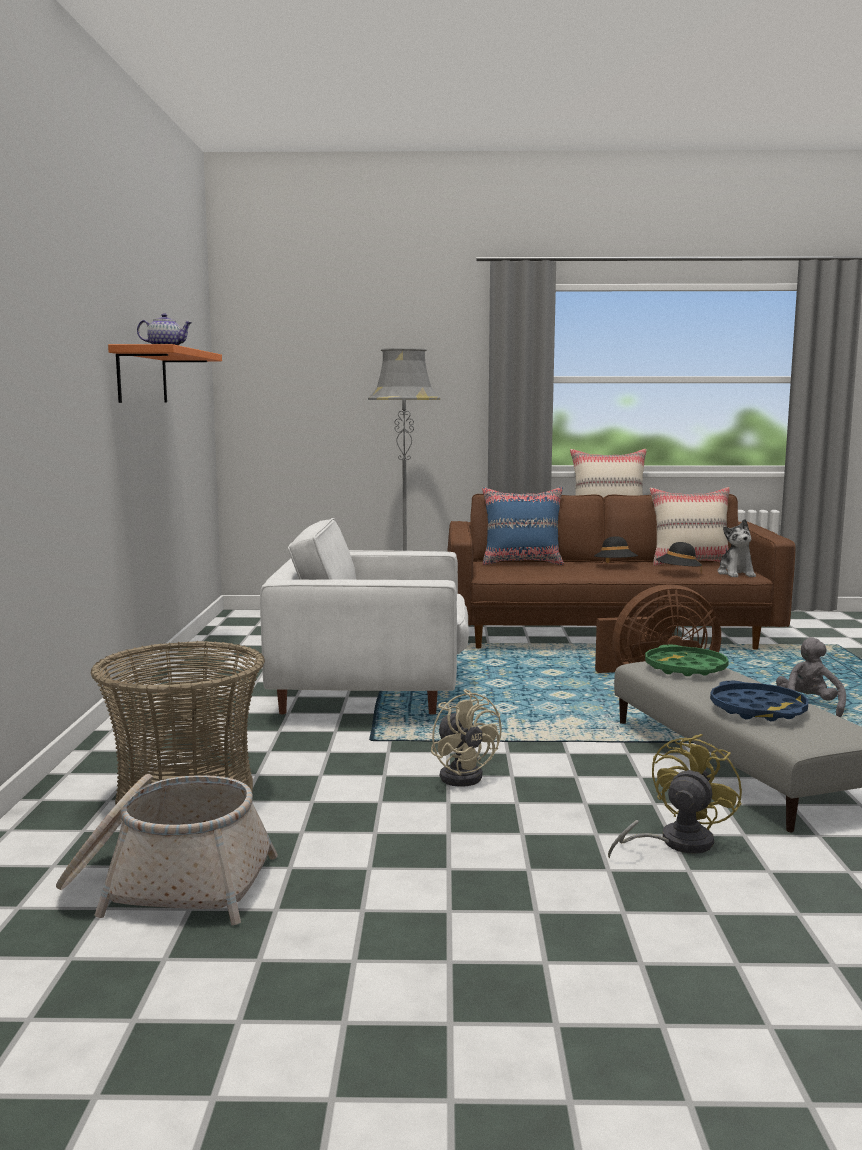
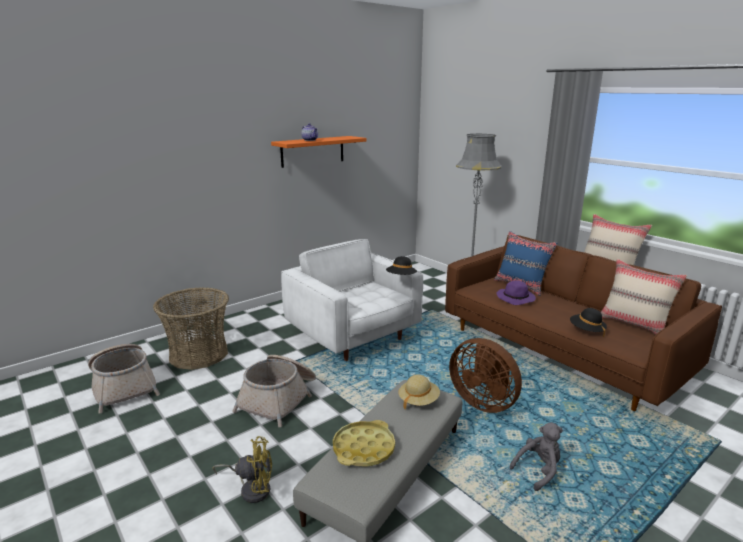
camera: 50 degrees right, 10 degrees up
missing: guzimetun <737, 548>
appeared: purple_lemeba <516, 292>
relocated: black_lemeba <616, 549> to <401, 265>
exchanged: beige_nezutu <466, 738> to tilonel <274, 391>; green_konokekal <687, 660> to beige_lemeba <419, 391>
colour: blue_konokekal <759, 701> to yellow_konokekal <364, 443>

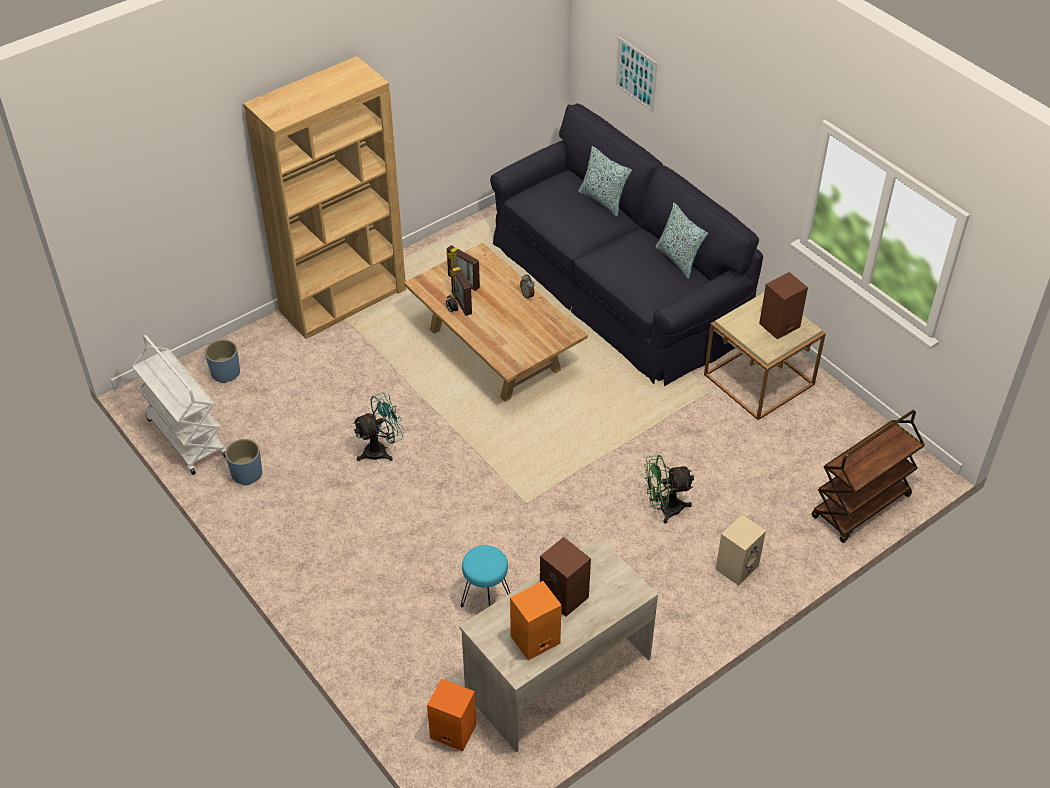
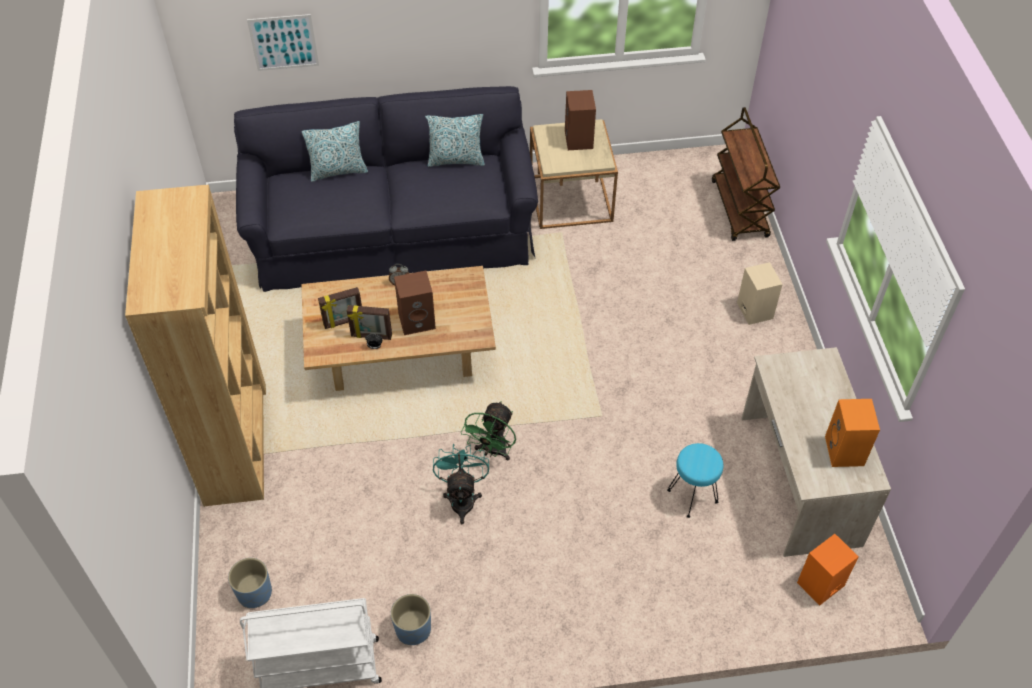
camera: 60 degrees left, 5 degrees up
relocated: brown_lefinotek <565, 577> to <415, 303>; green_nezutu <669, 489> to <488, 431>

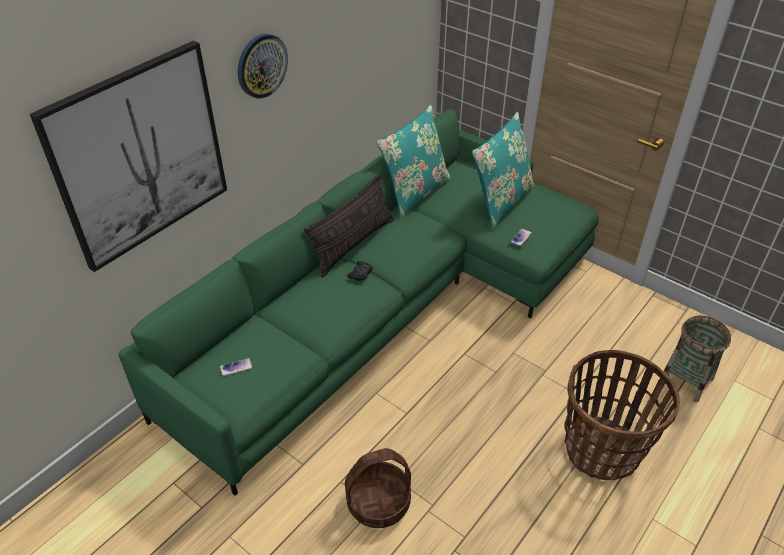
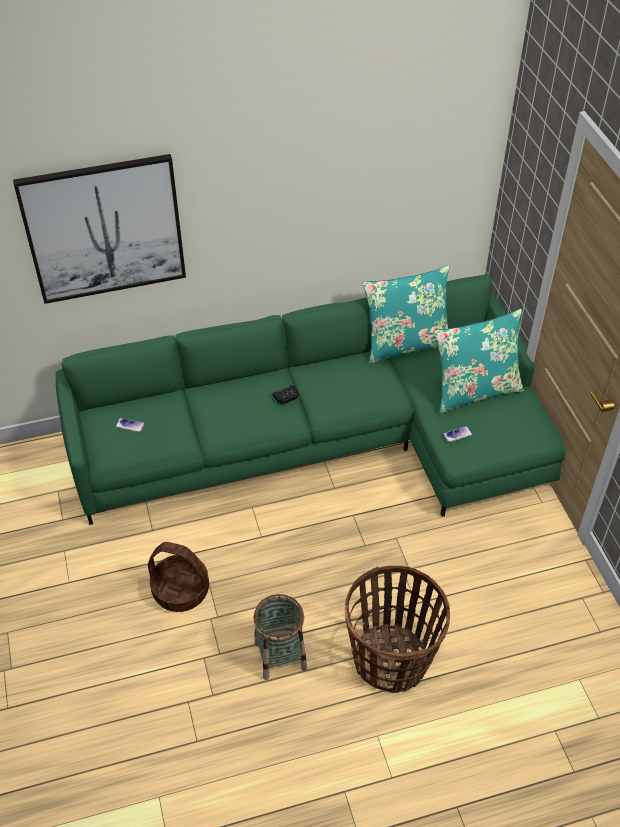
camera: 35 degrees right, 5 degrees up
missing: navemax <263, 66>; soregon <349, 225>
relocated: tilonel <697, 359> to <280, 637>

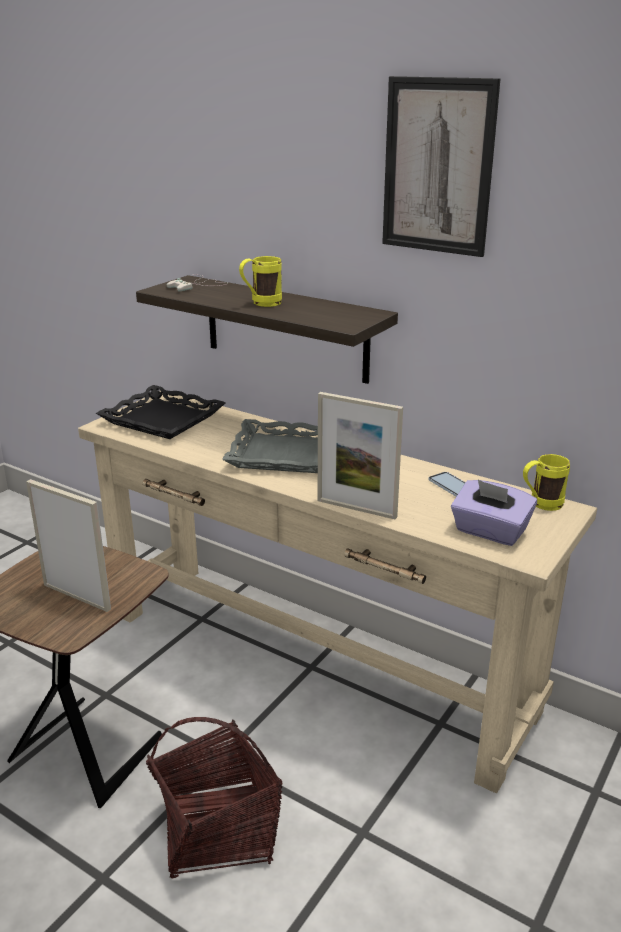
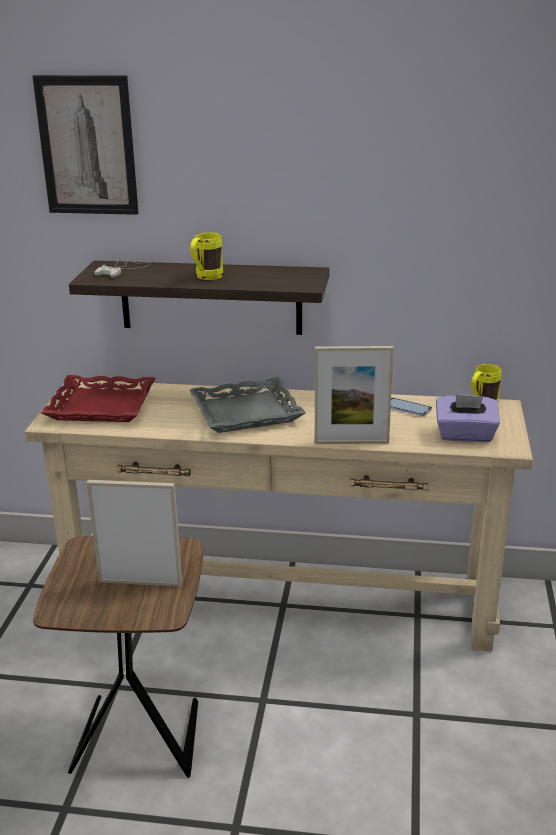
camera: 25 degrees left, 0 degrees up
missing: tilonel <214, 798>
relocated: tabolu <441, 166> to <85, 145>
colour: black_konokekal <160, 412> to red_konokekal <98, 398>

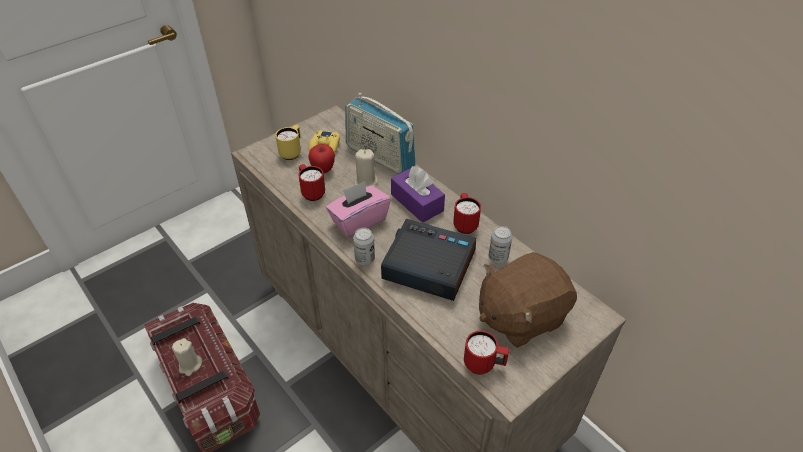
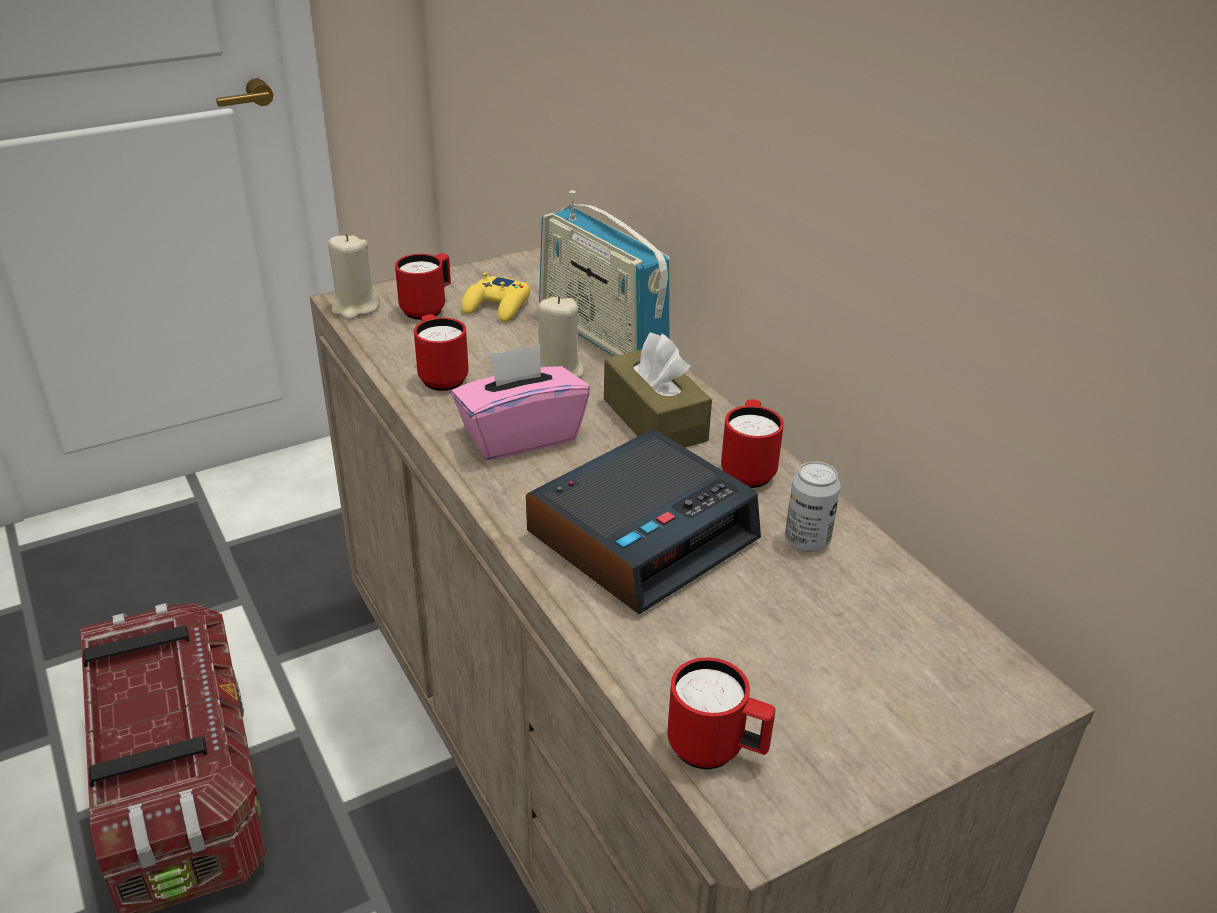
camera: 10 degrees right, 10 degrees down
missing: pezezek <321, 158>; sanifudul <364, 246>; brown_guzimetun <528, 300>
relocated: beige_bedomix <187, 357> to <354, 277>
colour: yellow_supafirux <288, 142> to red_supafirux <423, 286>; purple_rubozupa <418, 194> to brown_rubozupa <658, 390>
spun: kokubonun <428, 260> = <643, 522> 105 degrees clockwise

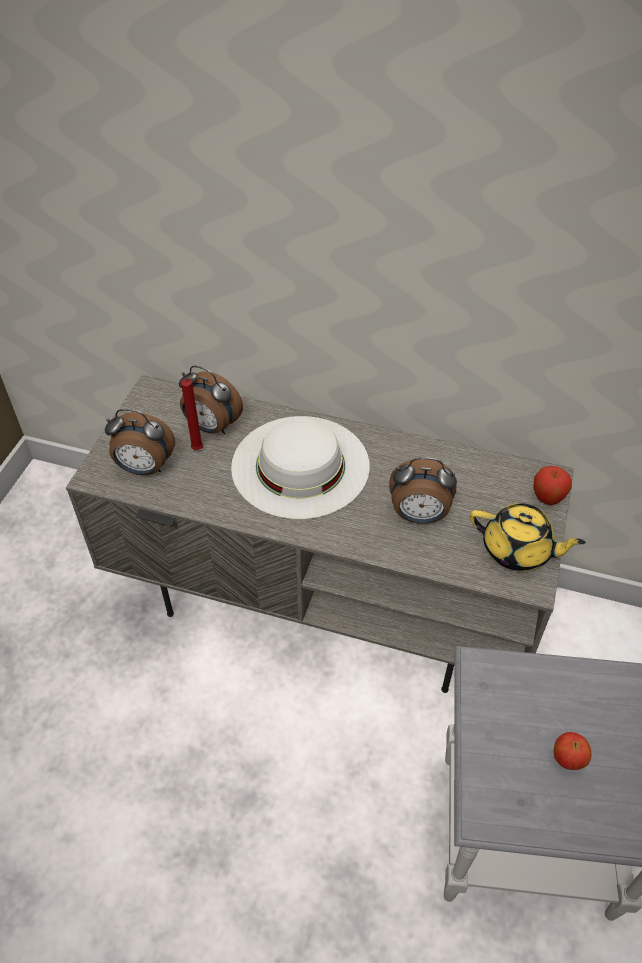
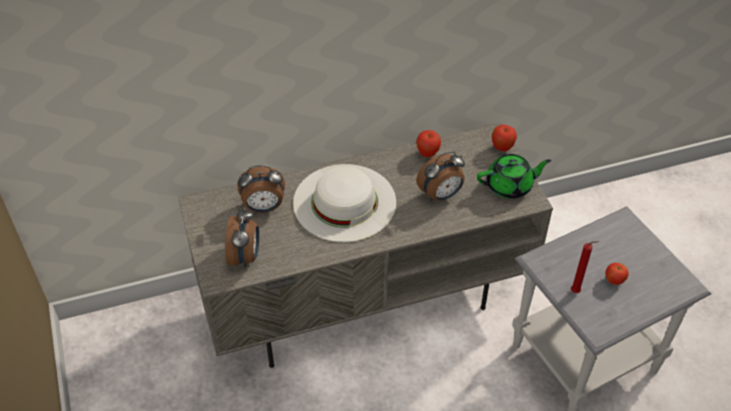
camera: 35 degrees left, 0 degrees up
appeared: pezezek <428, 143>
relocated: red_bedomix <192, 413> to <585, 267>
colour: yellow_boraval <528, 537> to green_boraval <514, 176>
spun: kokubonun <140, 442> = <242, 237> 60 degrees counterclockwise

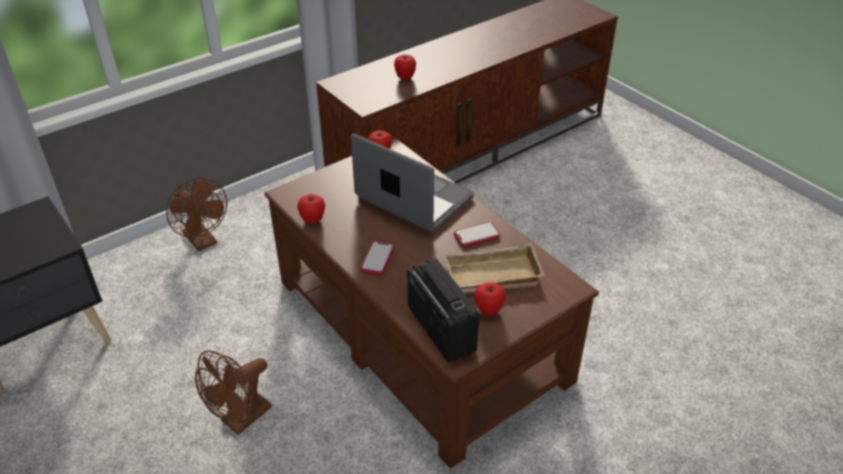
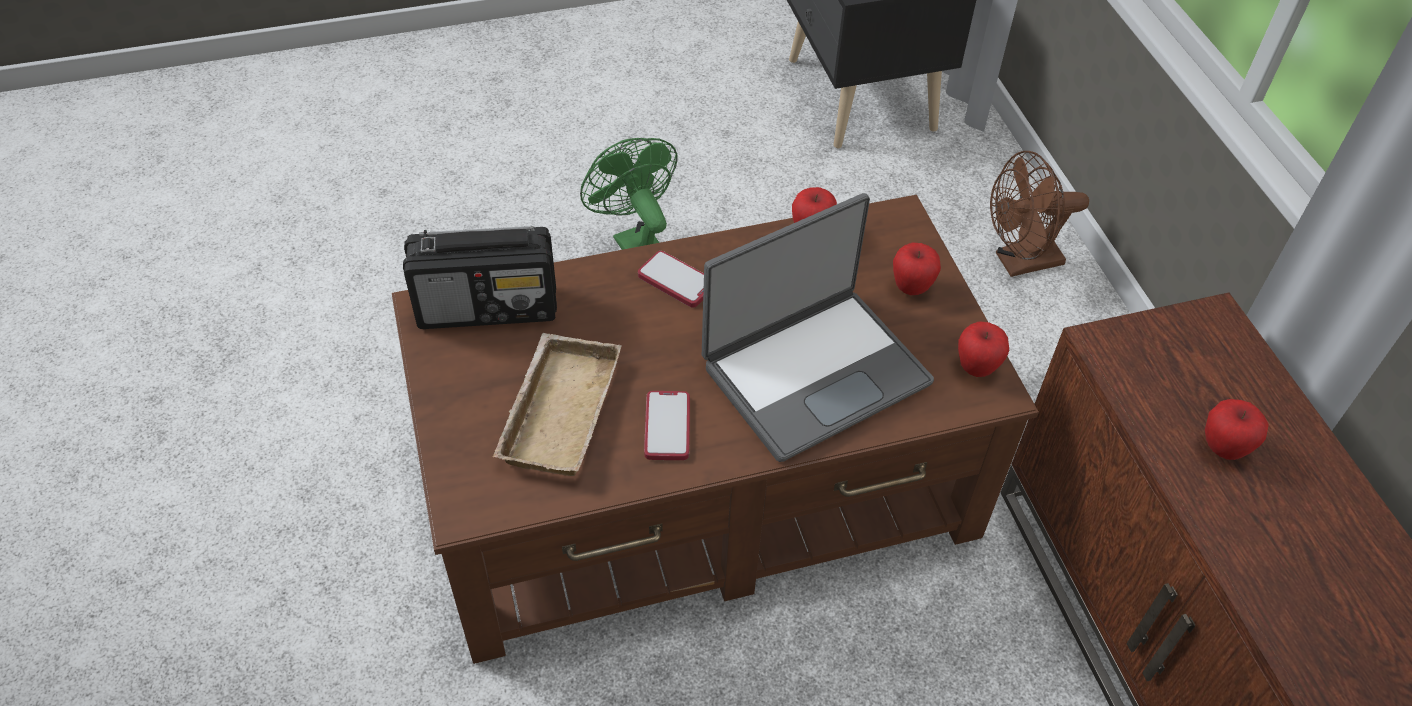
camera: 110 degrees right, 10 degrees up
relocated: pezezek <490, 298> to <917, 268>
colour: brown_nezutu <233, 392> to green_nezutu <629, 194>

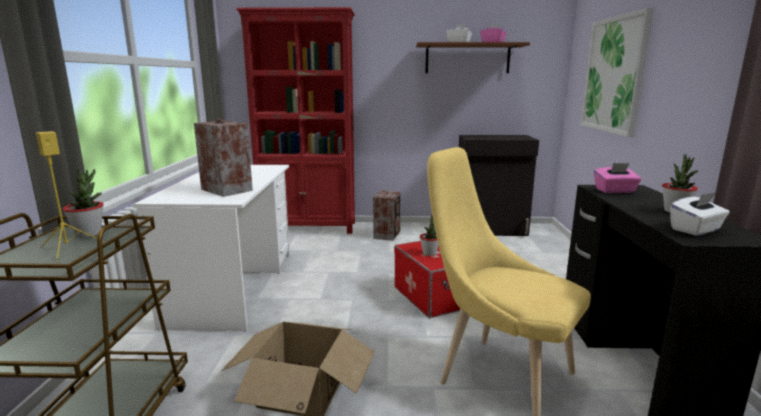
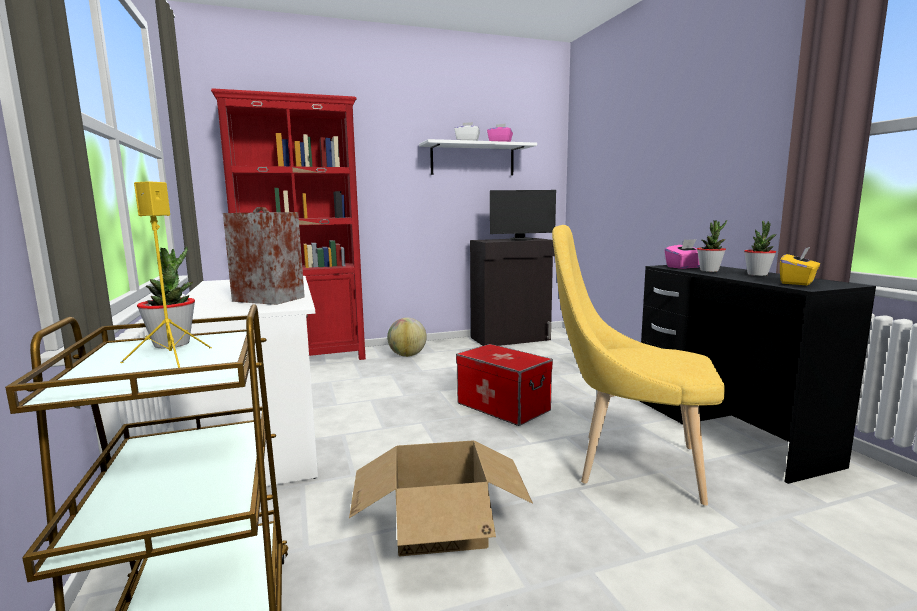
camera: 20 degrees left, 5 degrees down
missing: tabolu <617, 72>
appeared: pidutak <523, 215>
relocated: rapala <429, 235> to <712, 246>
exchanged: lefinotek <387, 215> to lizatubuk <407, 337>
colour: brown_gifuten <473, 57> to white_gifuten <478, 157>; white_rubozupa <700, 214> to yellow_rubozupa <800, 266>

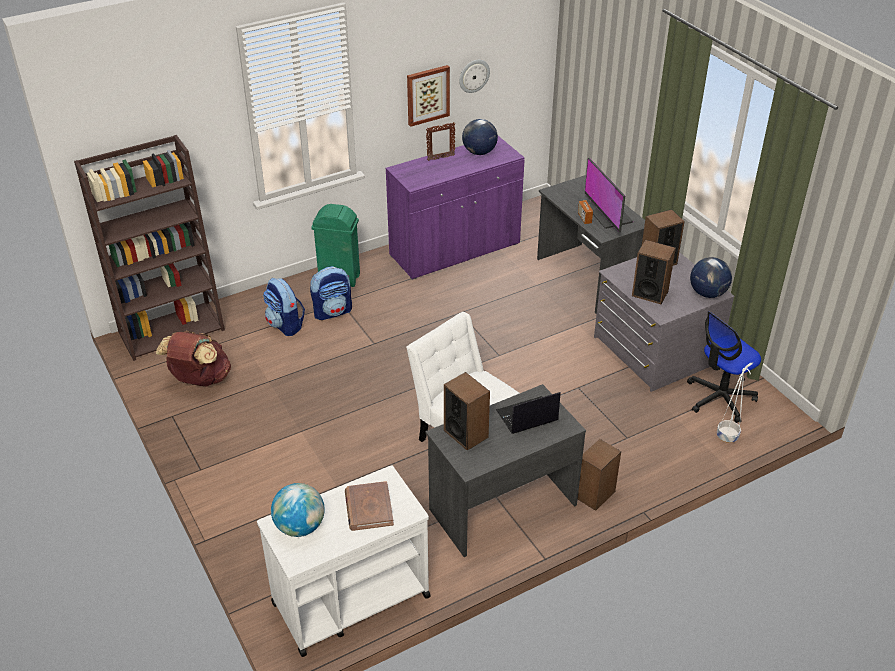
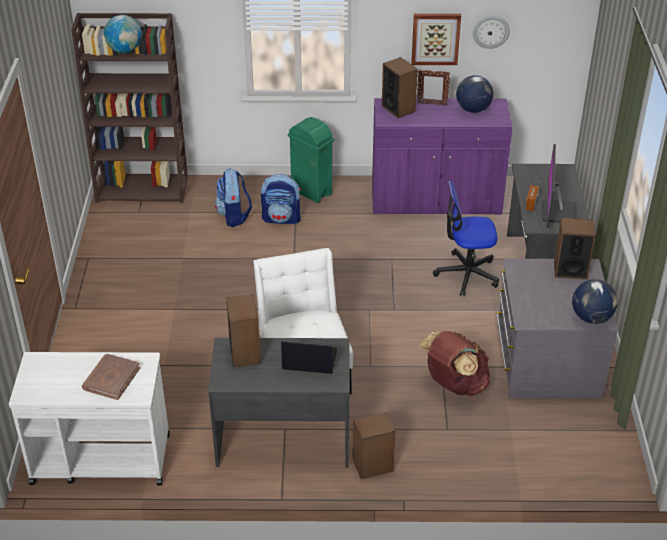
camera: 30 degrees right, 0 degrees up
missing: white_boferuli <735, 402>
relocated: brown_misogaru <193, 359> to <454, 363>; lizatubuk <298, 510> to <123, 34>; lefinotek <654, 272> to <400, 87>; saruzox <724, 367> to <466, 238>

